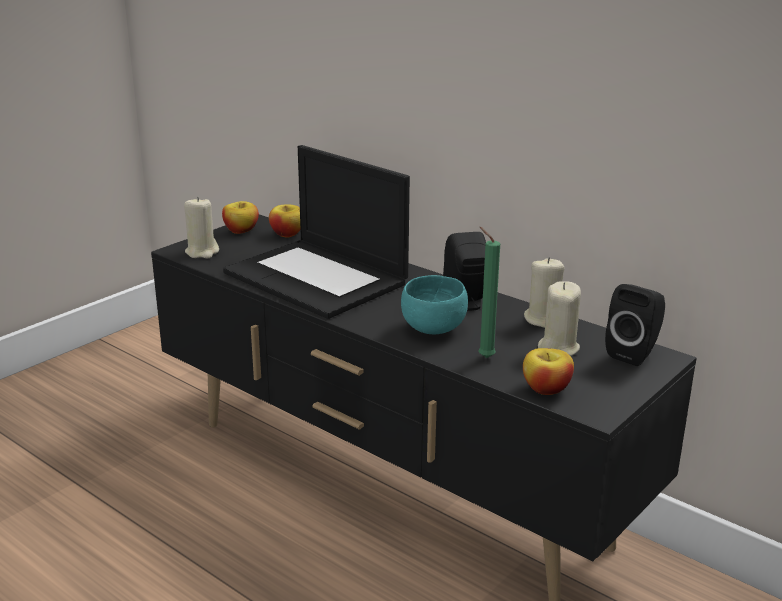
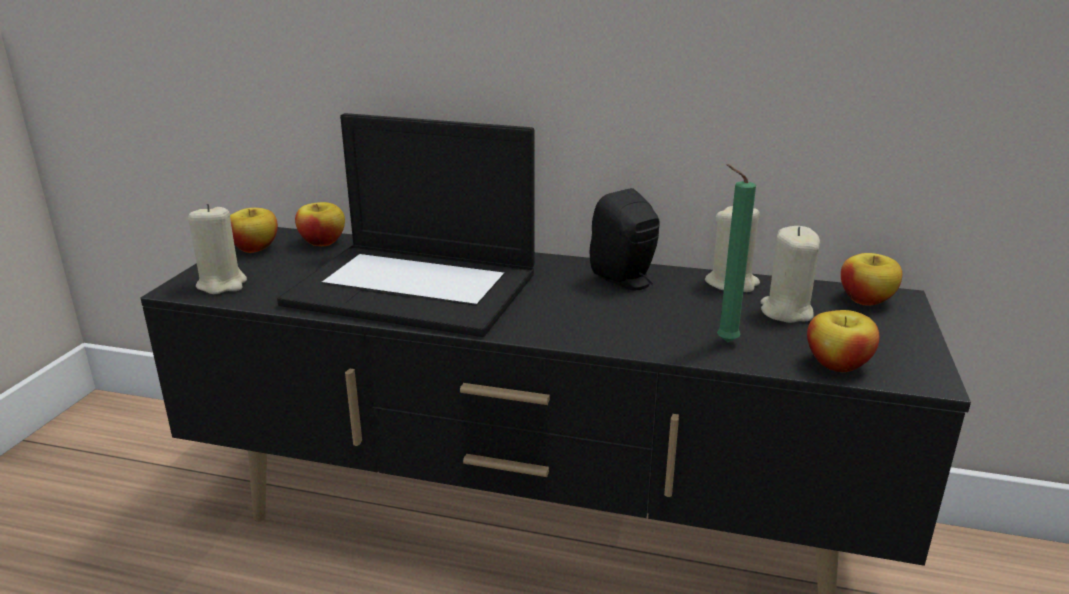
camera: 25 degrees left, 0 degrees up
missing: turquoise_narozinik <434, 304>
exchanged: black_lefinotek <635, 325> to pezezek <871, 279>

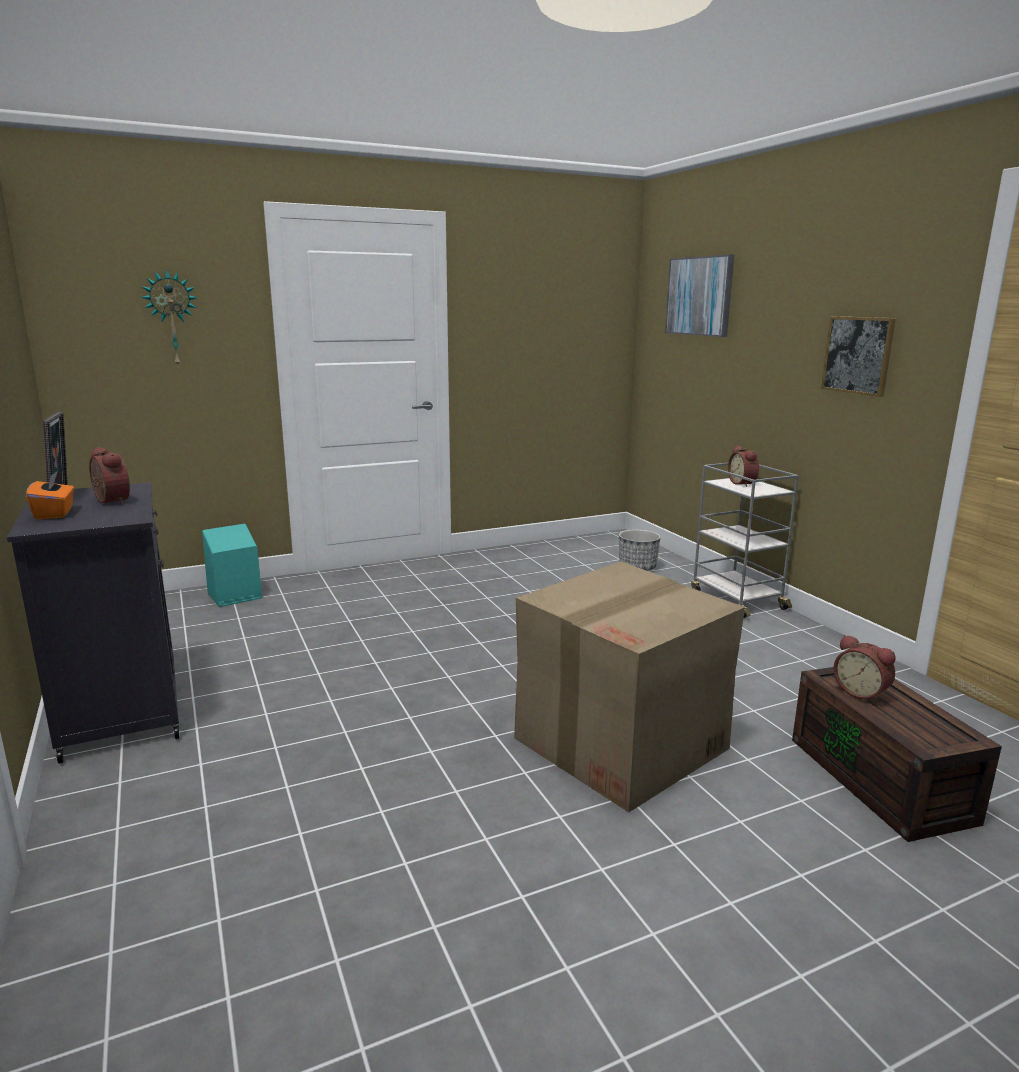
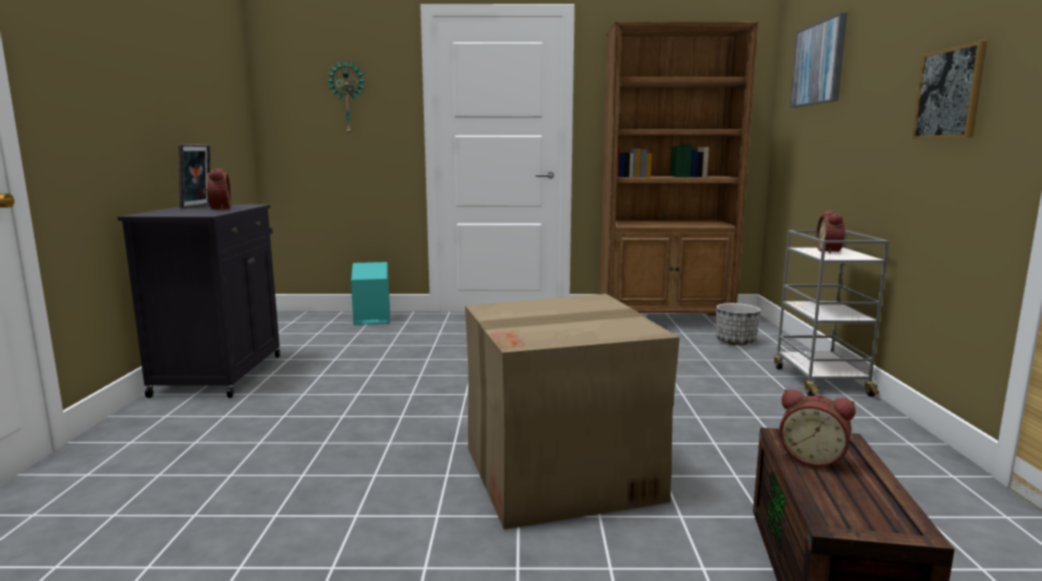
camera: 25 degrees right, 5 degrees down
missing: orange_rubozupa <50, 495>
appeared: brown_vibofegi <678, 168>
spun: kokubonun <864, 669> = <817, 428> 45 degrees counterclockwise

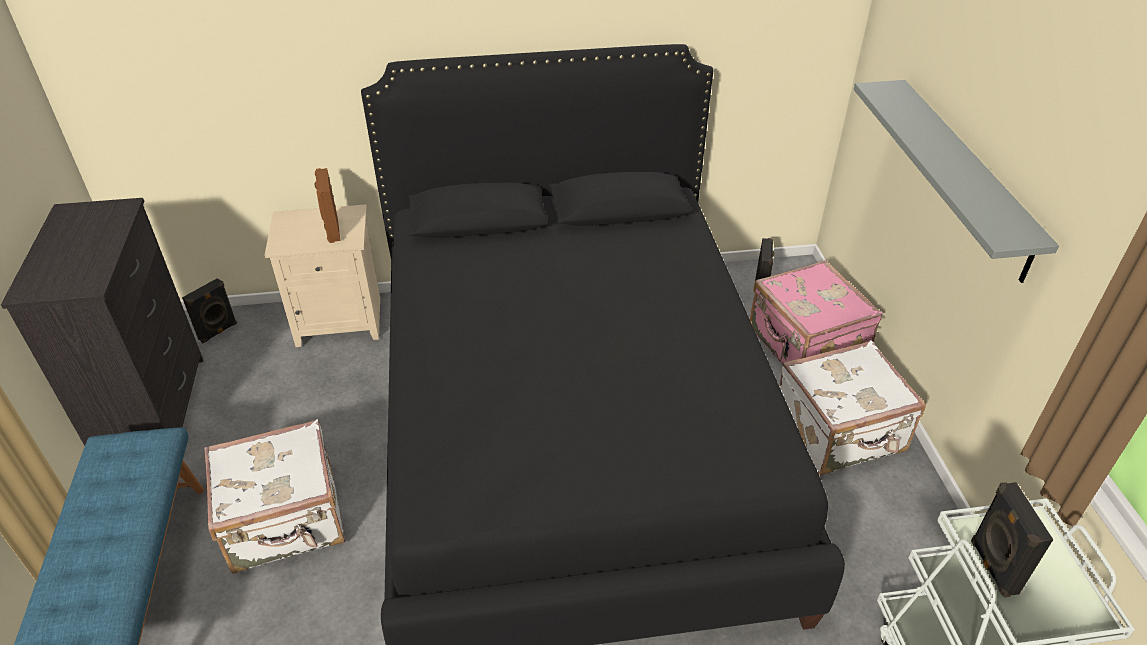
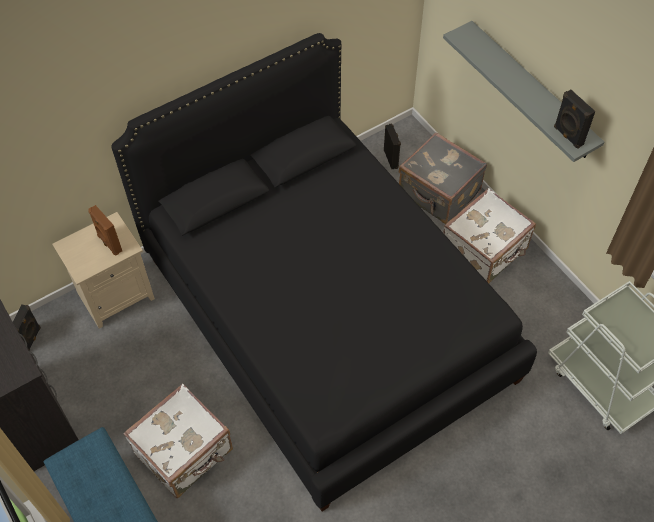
camera: 25 degrees left, 15 degrees up
relocated: black_lefinotek <1012, 540> to <575, 119>
colour: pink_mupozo <816, 312> to grey_mupozo <443, 178>

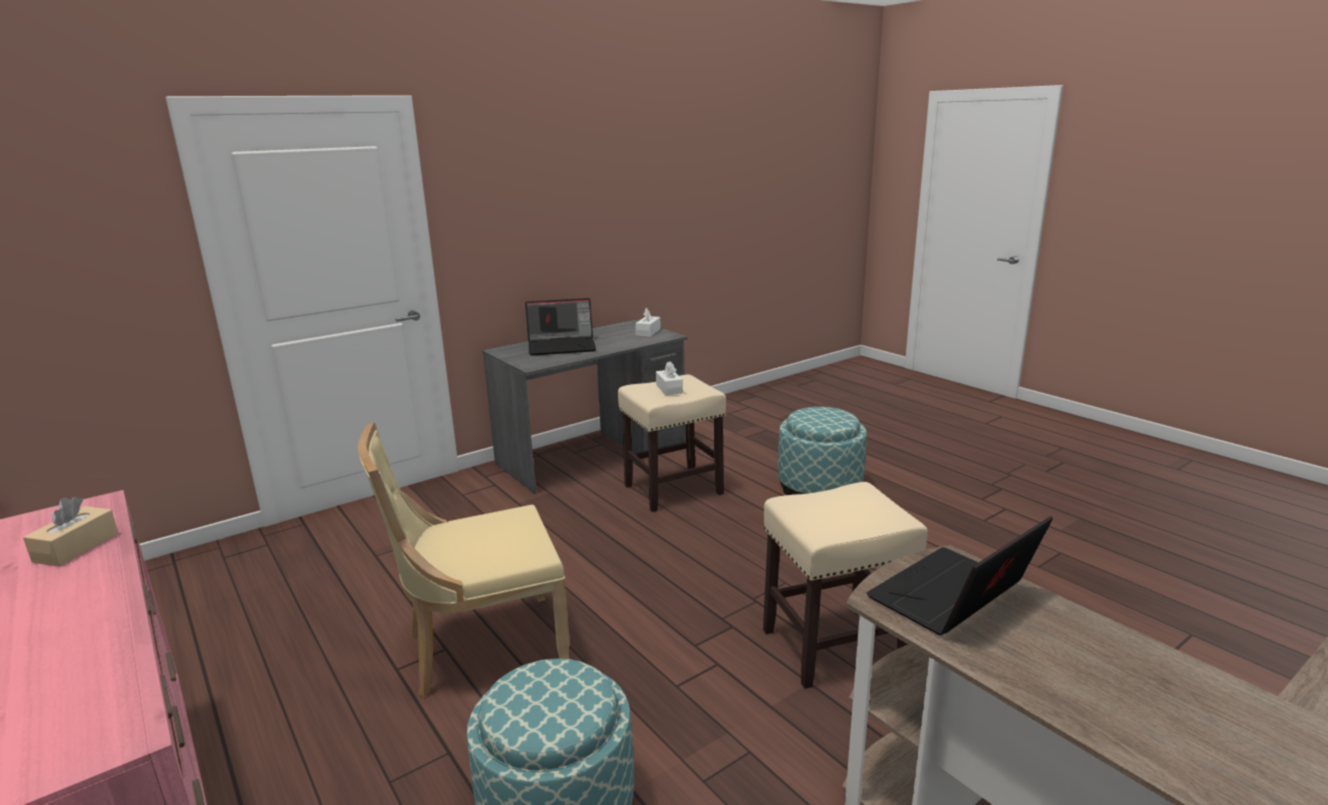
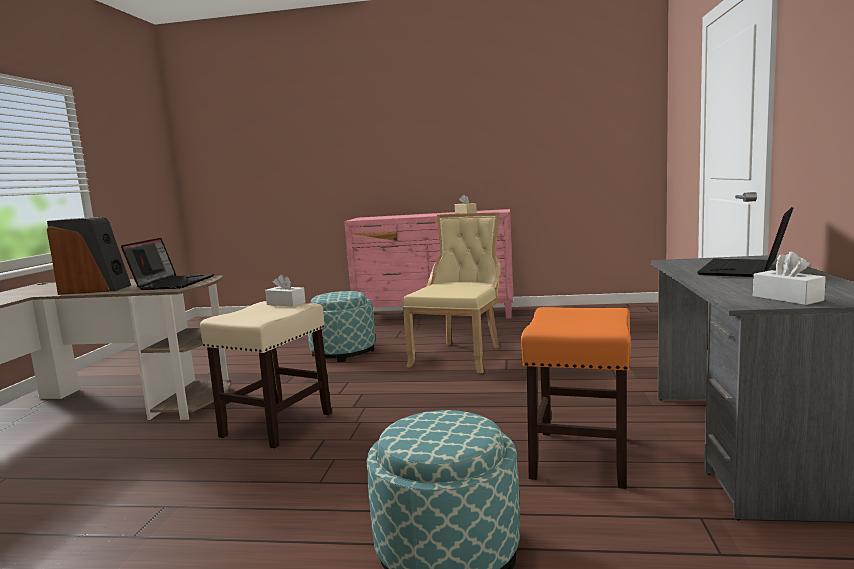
camera: 135 degrees right, 10 degrees down
appeared: lefinotek <89, 256>
relocated: white_rubozupa <669, 378> to <285, 290>
colour: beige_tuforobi <672, 443> to orange_tuforobi <576, 398>

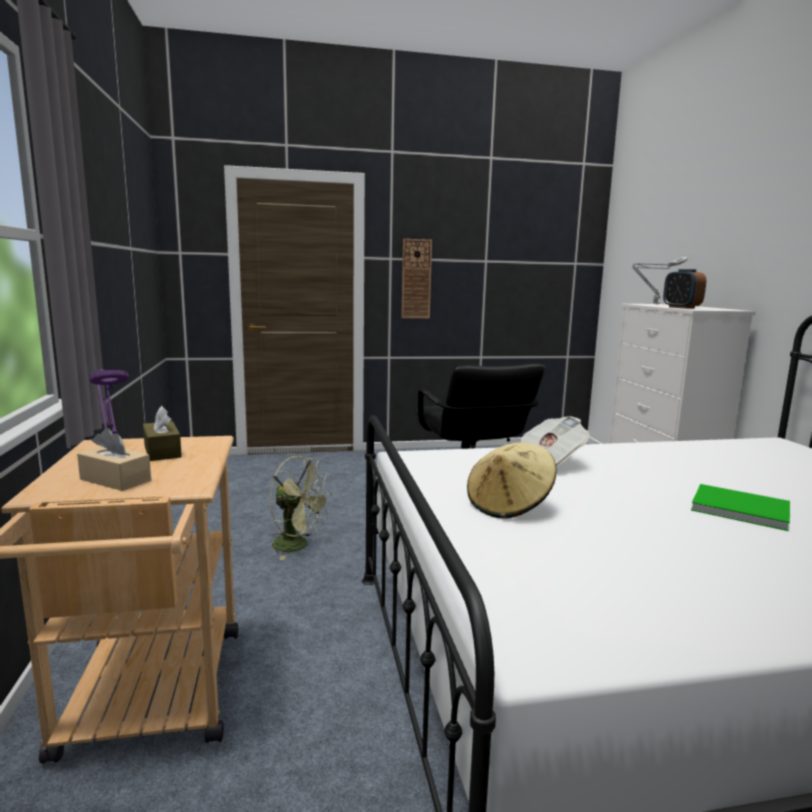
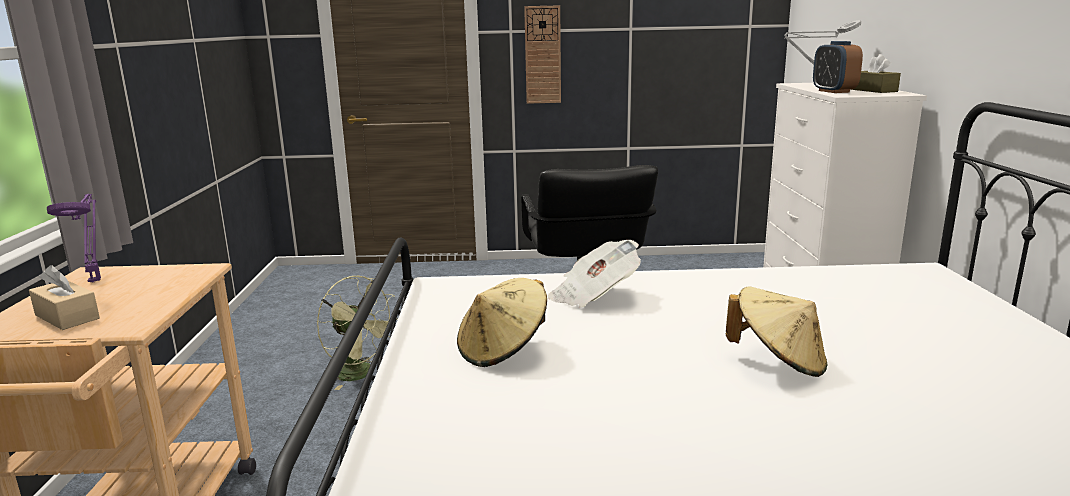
camera: 10 degrees right, 5 degrees up
relocated: brown_rubozupa <162, 433> to <876, 73>
exchanged: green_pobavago <740, 507> to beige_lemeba <776, 332>

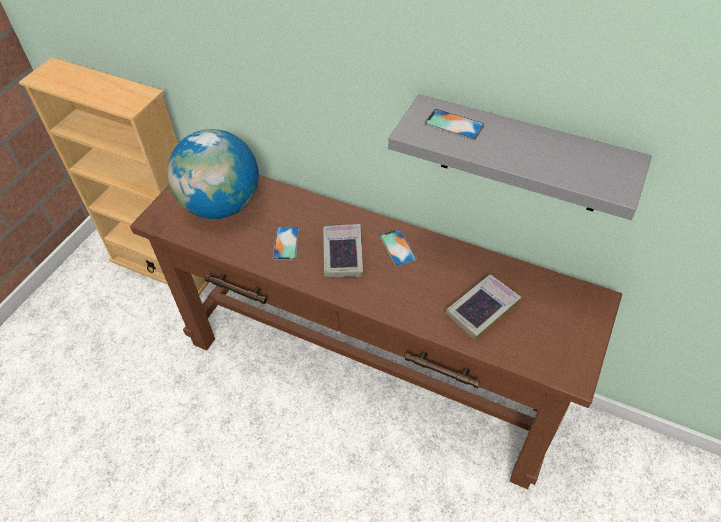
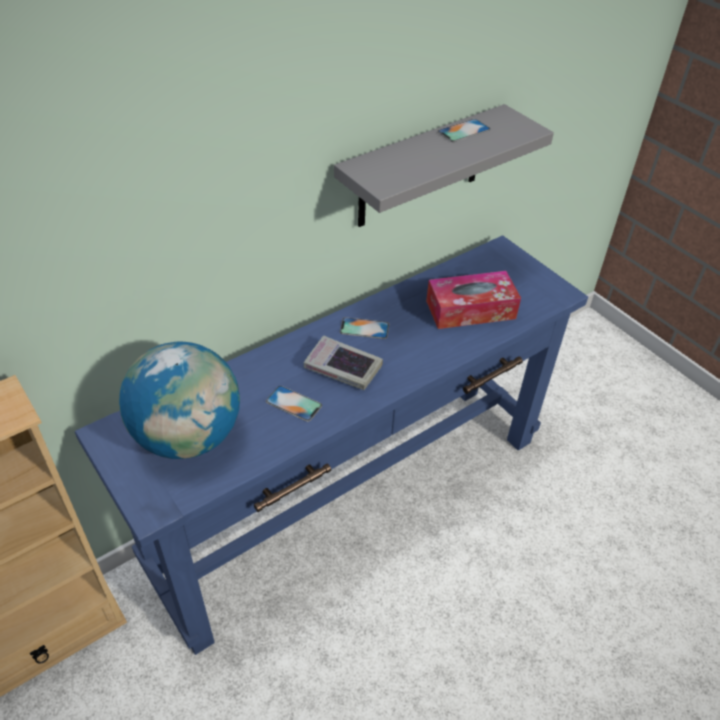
camera: 65 degrees left, 5 degrees down
relocated: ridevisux <455, 124> to <464, 130>
exchanged: pobavago <483, 307> to rubozupa <473, 300>
colour: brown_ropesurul <376, 332> to blue_ropesurul <331, 445>

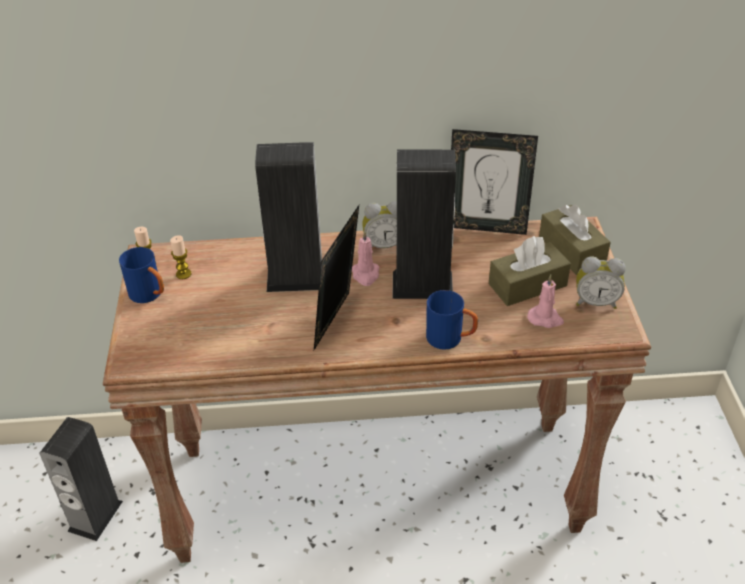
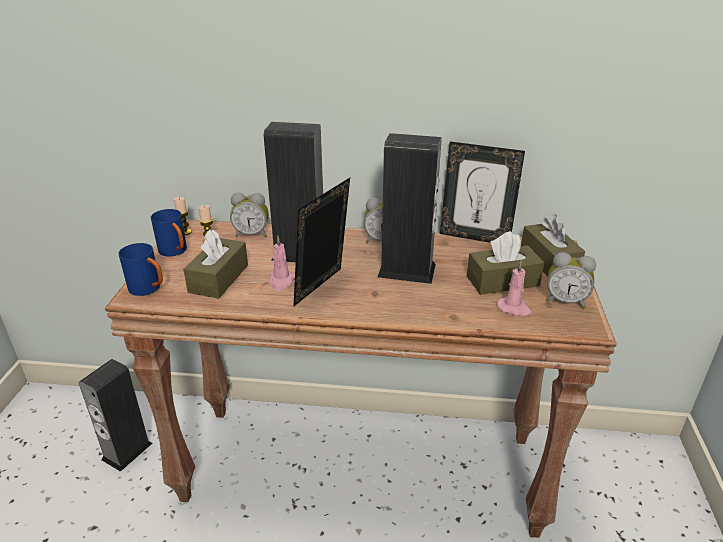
camera: 10 degrees right, 10 degrees down
appeared: brown_rubozupa <215, 264>; kokubonun <249, 215>
relocated: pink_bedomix <365, 258> to <281, 263>; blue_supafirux <452, 320> to <141, 269>

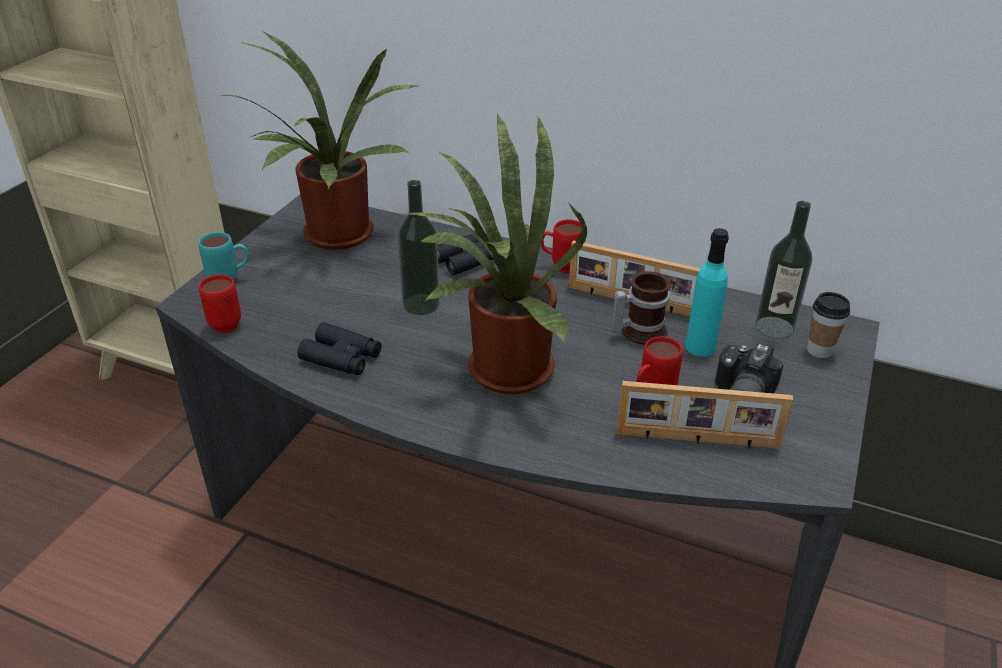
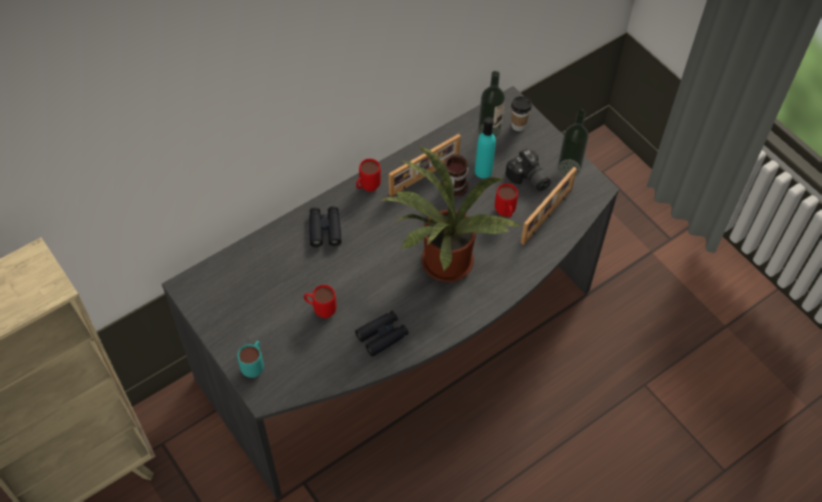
camera: 60 degrees left, 20 degrees up
missing: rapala <319, 140>
relocated: red_supafirux <220, 304> to <320, 301>; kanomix <419, 247> to <573, 142>

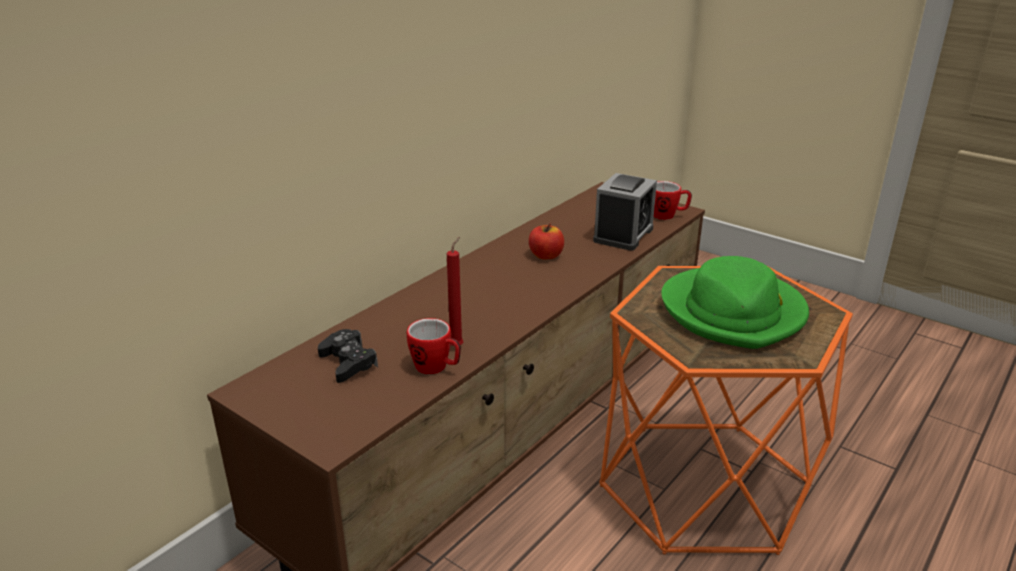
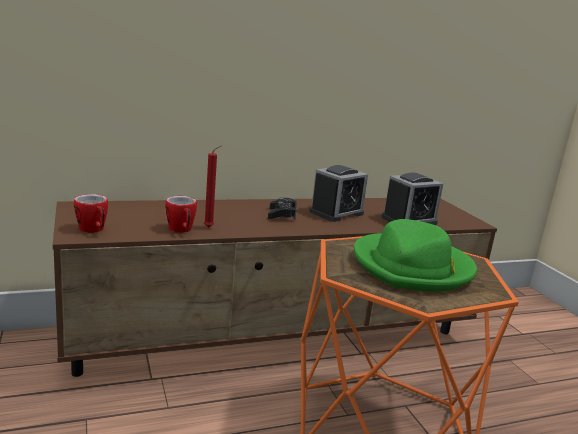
camera: 30 degrees right, 10 degrees down
relocated: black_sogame <348, 356> to <282, 209>; supafirux <673, 200> to <91, 213>
exchanged: pezezek <546, 241> to kokubonun <338, 193>

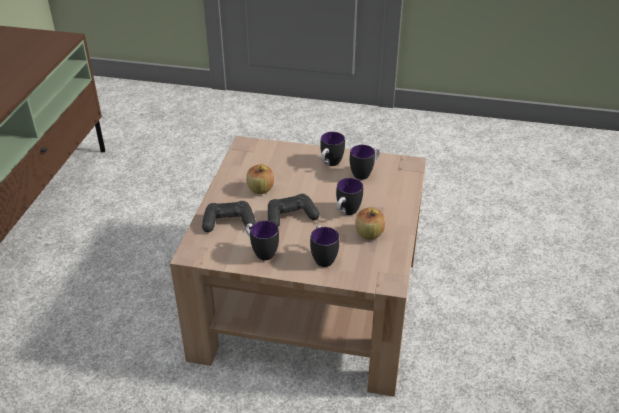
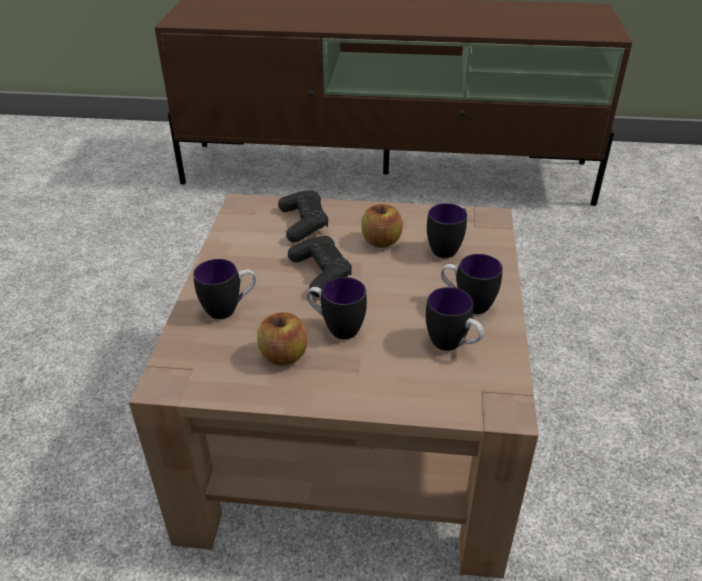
camera: 85 degrees right, 0 degrees up
relocated: supafirux <262, 240> to <447, 230>

